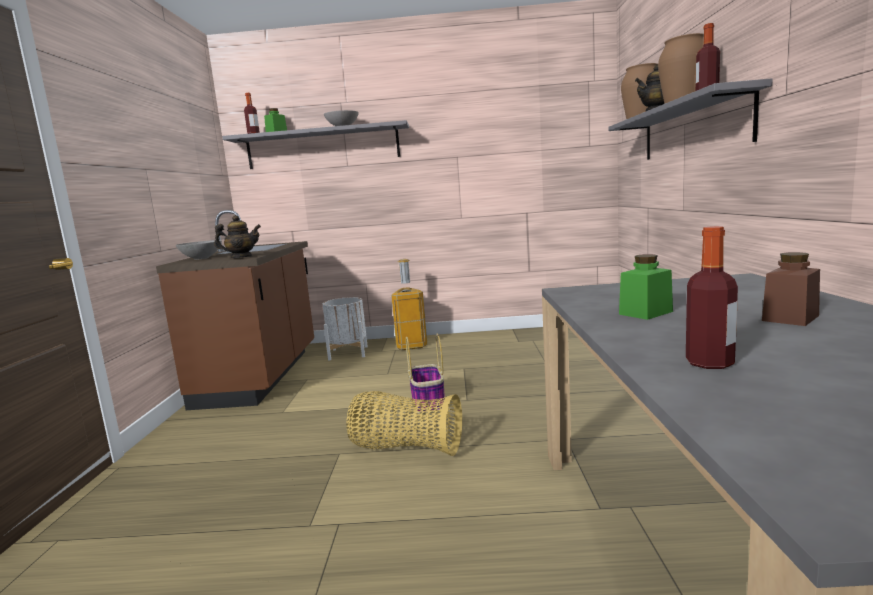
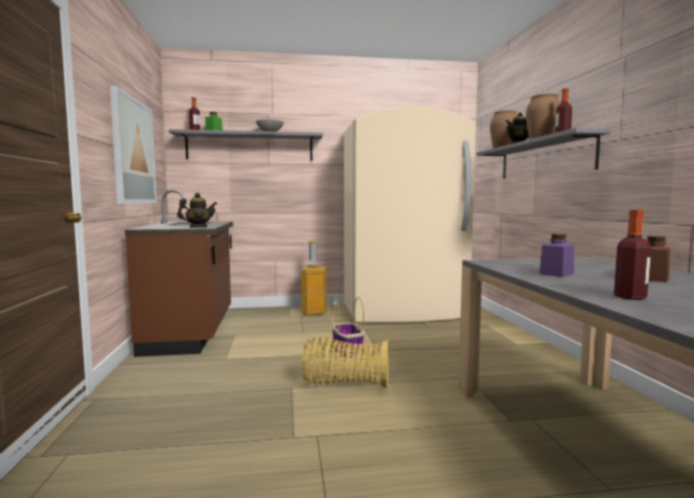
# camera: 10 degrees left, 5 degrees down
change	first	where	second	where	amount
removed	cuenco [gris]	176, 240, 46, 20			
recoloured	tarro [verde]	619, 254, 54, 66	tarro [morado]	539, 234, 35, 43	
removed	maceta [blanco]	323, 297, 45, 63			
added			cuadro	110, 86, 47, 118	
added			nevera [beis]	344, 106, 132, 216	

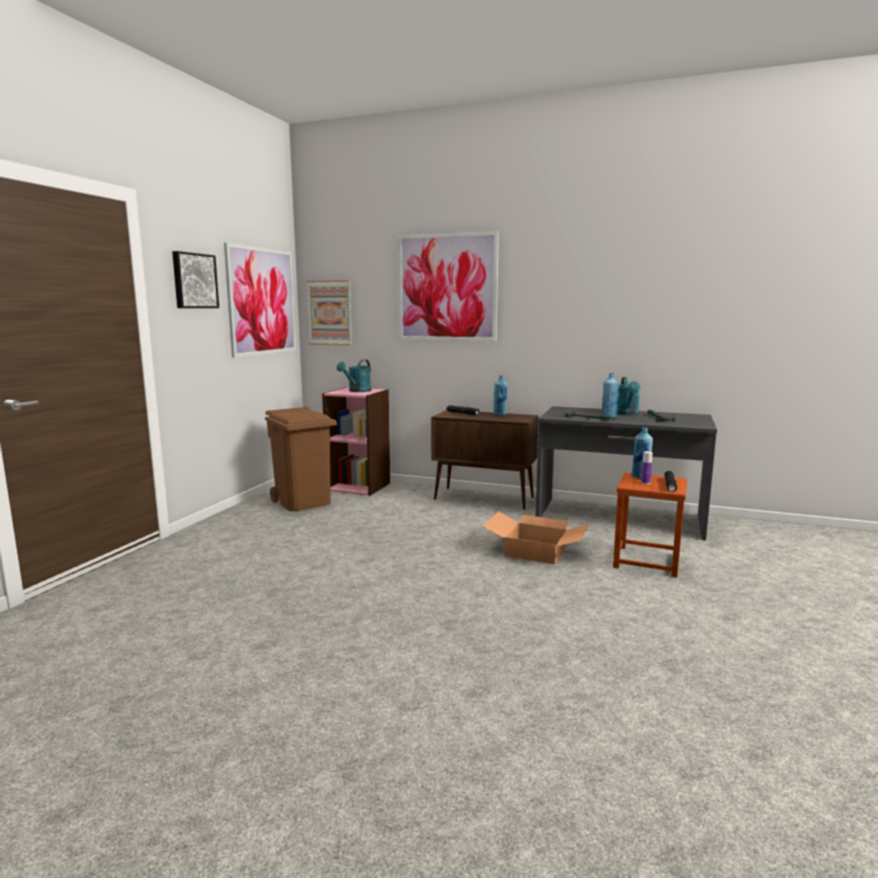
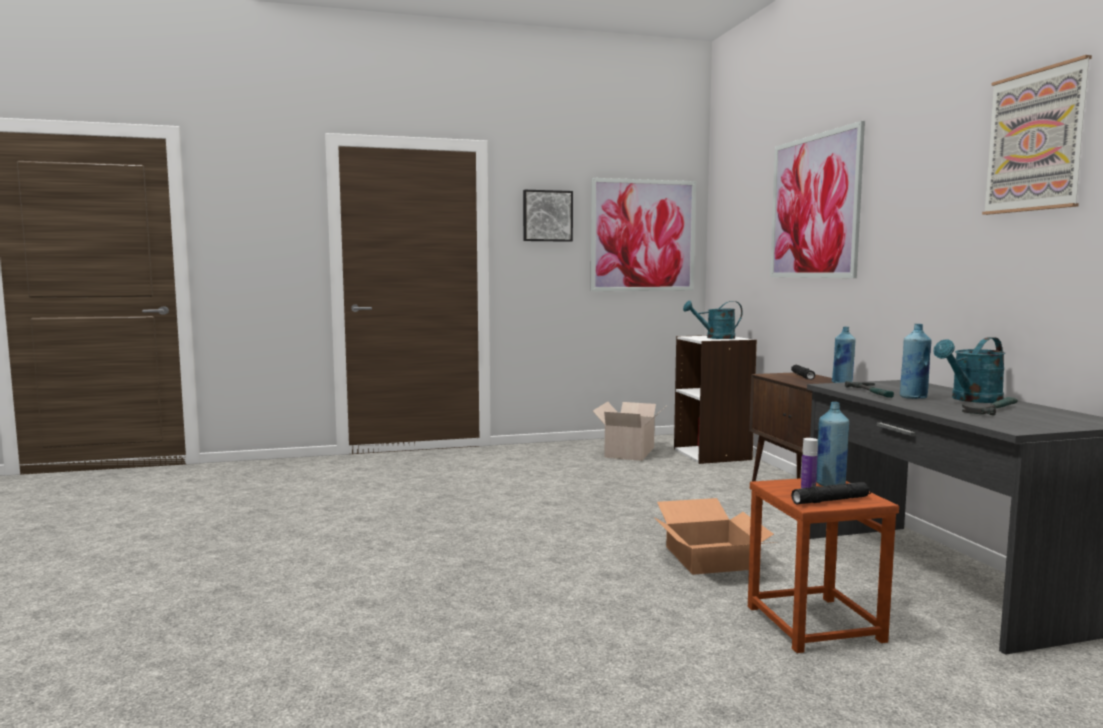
# camera: 55 degrees right, 5 degrees down
change	first	where	second	where	amount
moved	cuadro	307, 280, 46, 65		982, 55, 110, 160	
recoloured	estantería [rosa]	322, 387, 68, 109	estantería [blanco]	674, 335, 83, 129	
replaced	papelera [marrón]	265, 406, 72, 105	caja de cartón	593, 402, 72, 59	

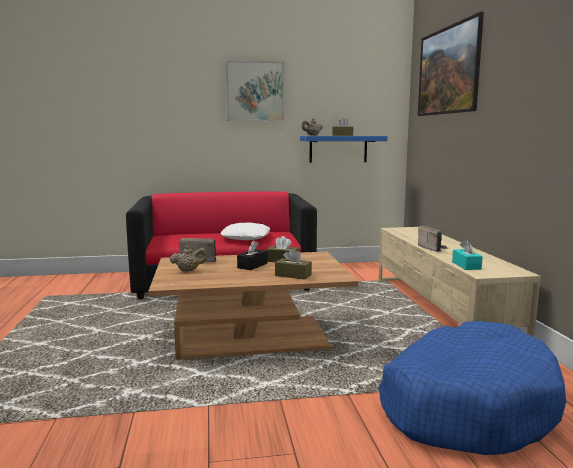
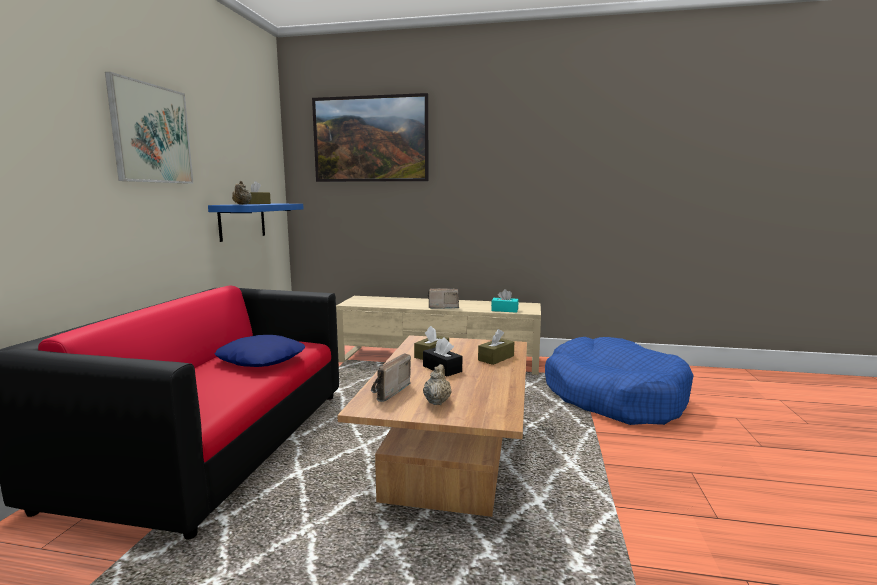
# camera: 70 degrees left, 0 degrees up
change	first	where	second	where	amount
recoloured	cojín [blanco]	220, 223, 50, 17	cojín [azul]	215, 335, 90, 32	

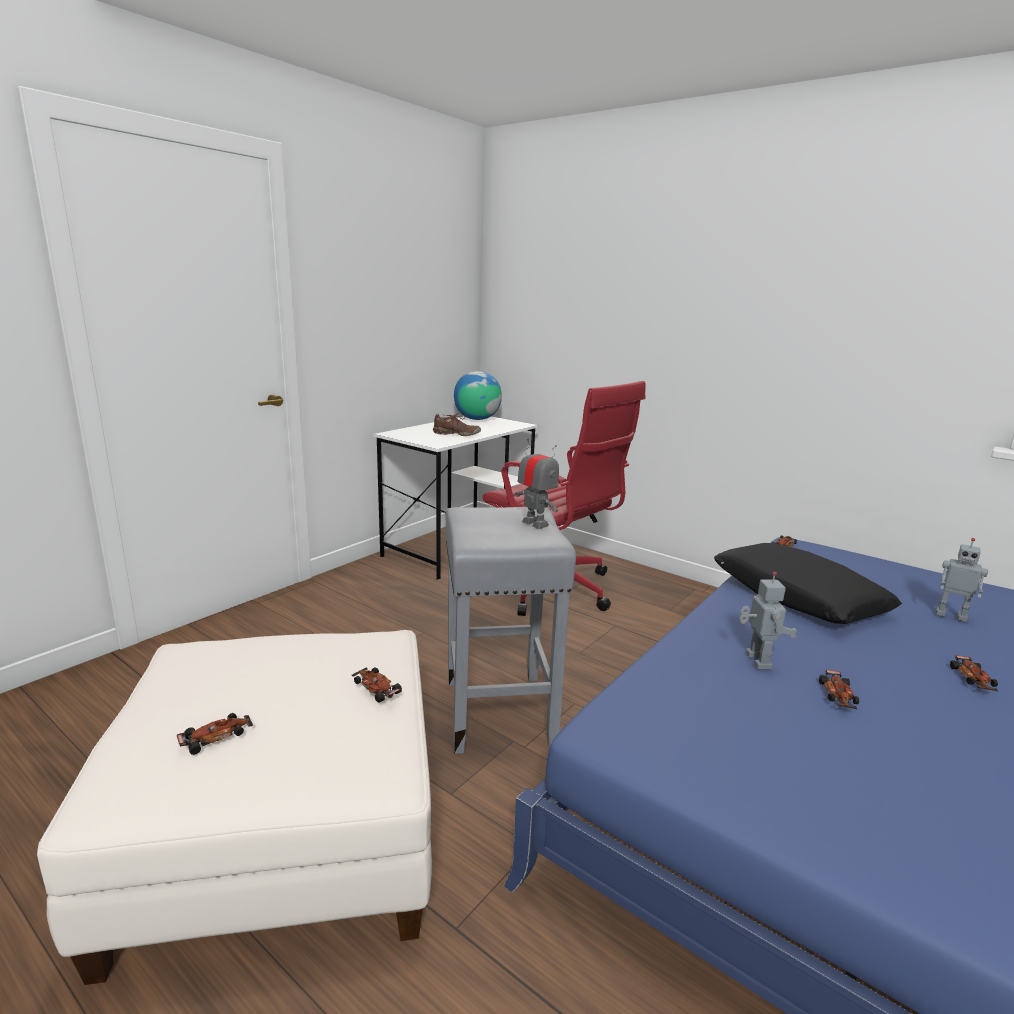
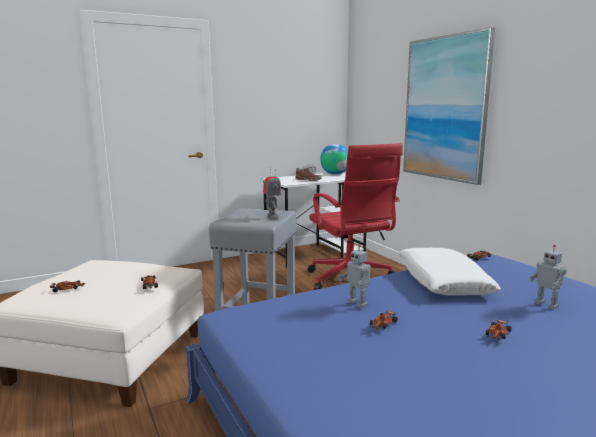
# camera: 25 degrees right, 5 degrees down
change	first	where	second	where	amount
recoloured	cojín [negro]	714, 543, 188, 81	cojín [blanco]	398, 248, 103, 47	
turned	robot de juguete	740, 572, 58, 97		339, 244, 32, 64	120 degrees clockwise
added			cuadro	403, 27, 92, 158	

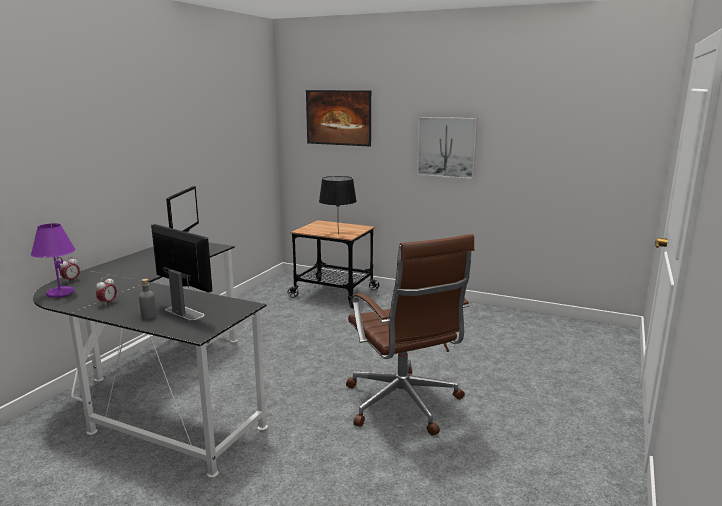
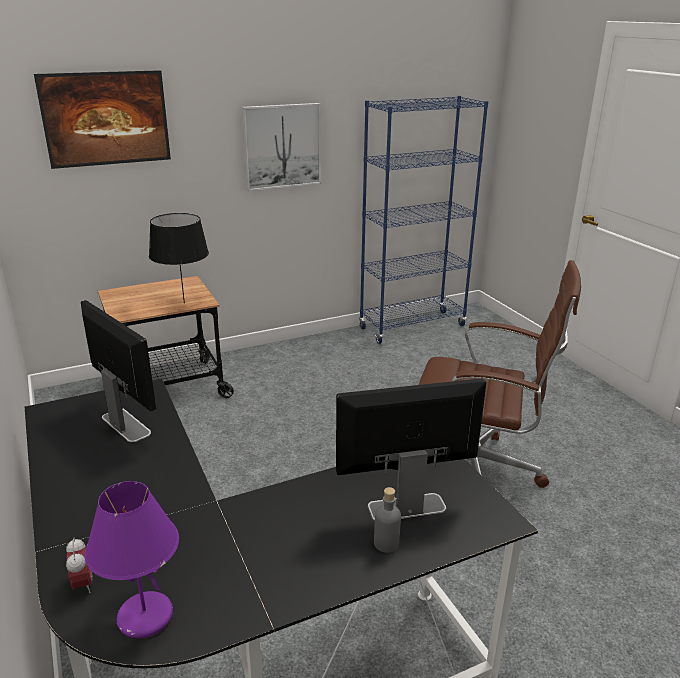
# camera: 50 degrees left, 10 degrees up
change	first	where	second	where	amount
removed	despertador	96, 277, 21, 29			
added			estantería [azul]	359, 96, 129, 248	

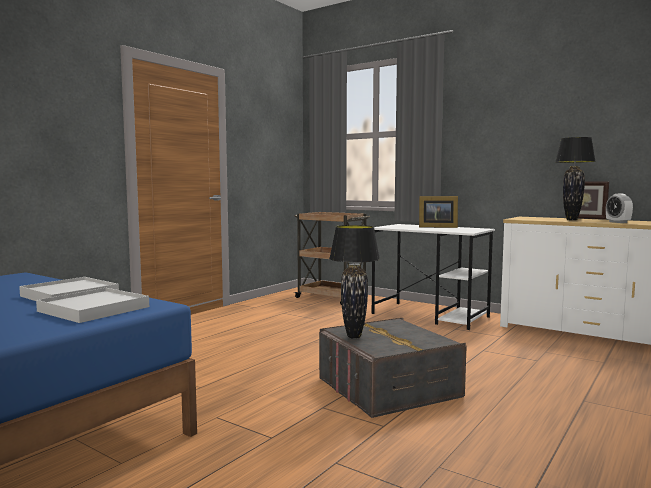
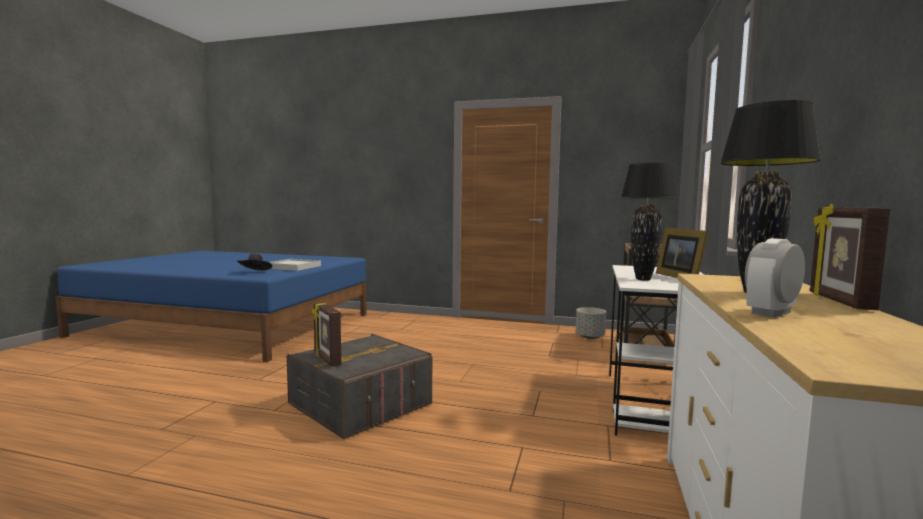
# camera: 70 degrees right, 0 degrees up
change	first	where	second	where	amount
moved	lámpara de mesa [negro]	329, 225, 51, 114		621, 163, 55, 118	
replaced	bandeja [blanco]	36, 288, 113, 35	sombrero [negro]	237, 254, 35, 17	
added			portarretratos	312, 302, 29, 65	
added			maceta [gris]	576, 307, 30, 32	

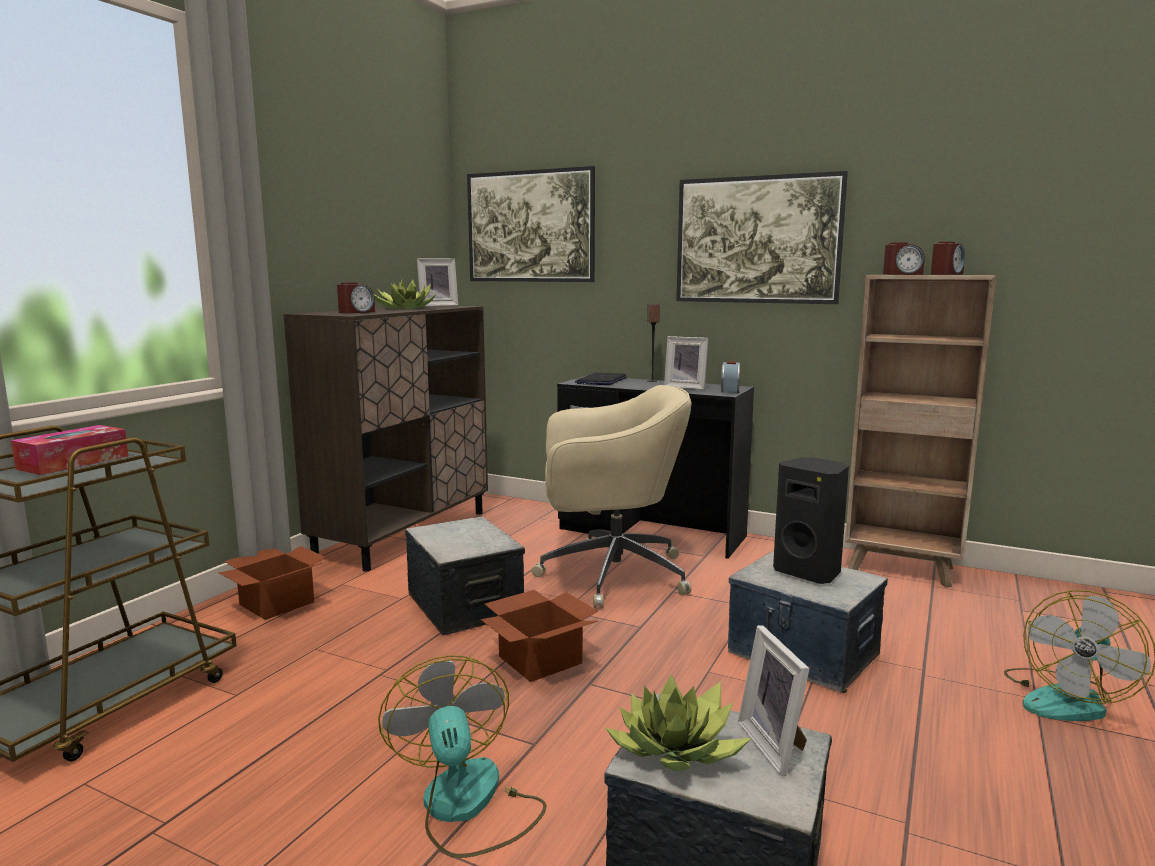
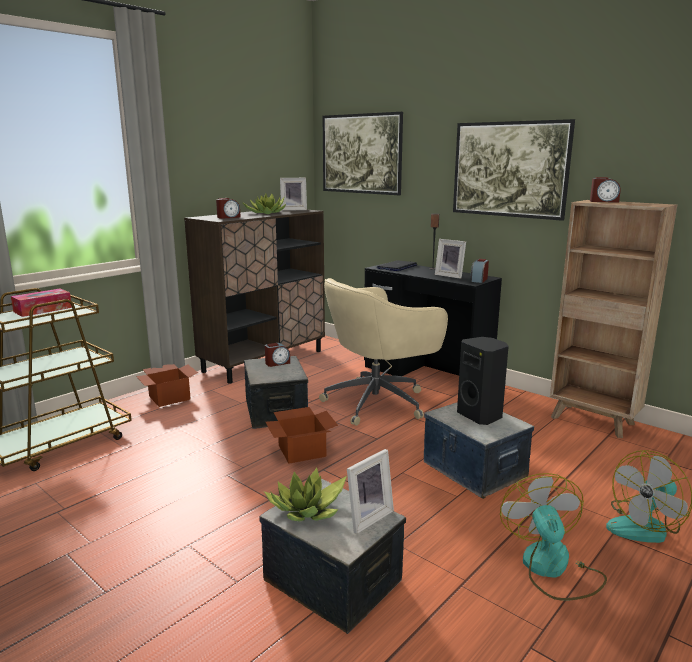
# camera: 15 degrees right, 5 degrees up
change	first	where	second	where	amount
moved	despertador	931, 241, 34, 34		265, 343, 25, 24	
turned	silla de oficina [beis]	531, 385, 161, 223		319, 278, 129, 148	135 degrees clockwise
turned	portarretratos	738, 625, 71, 151		347, 449, 47, 85	135 degrees counterclockwise
moved	ventilador	378, 655, 169, 203		500, 473, 107, 128	

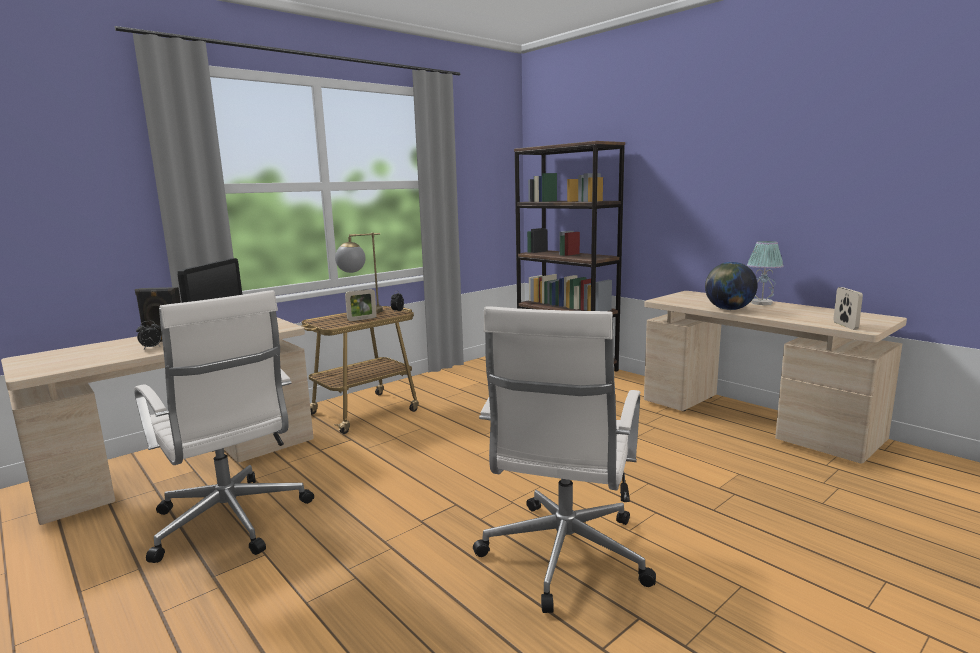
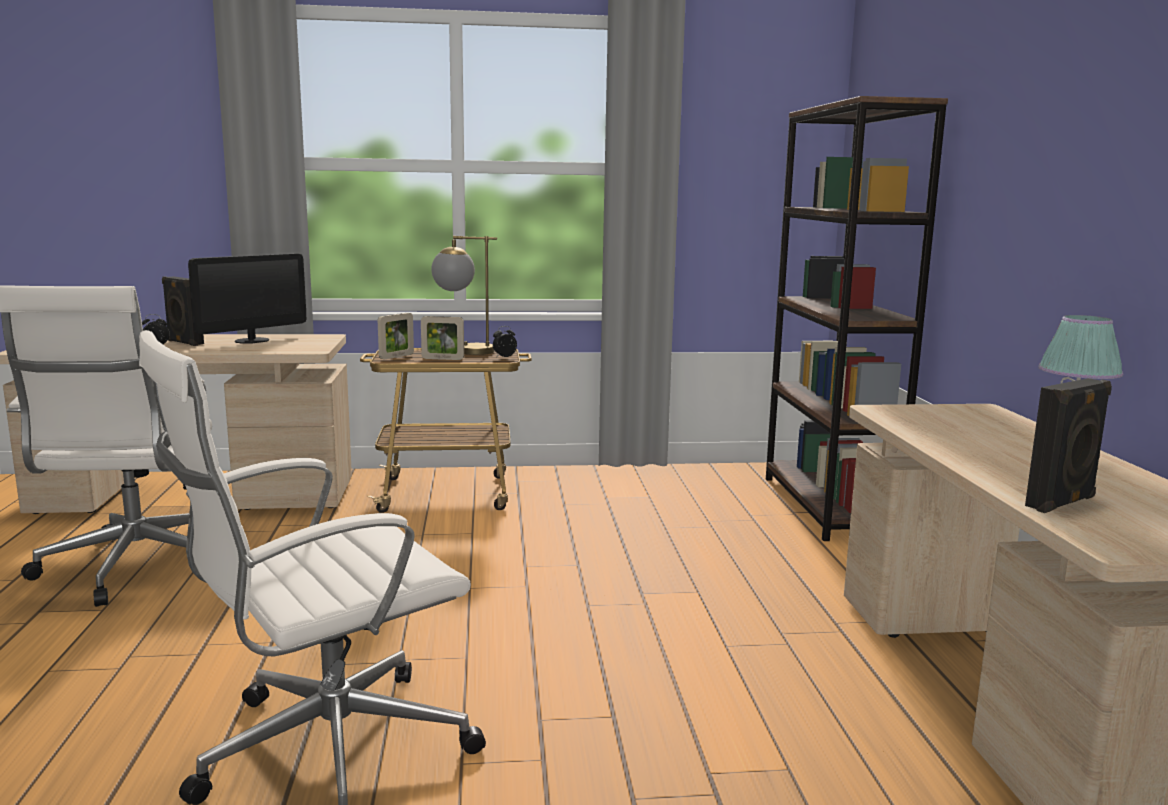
# camera: 35 degrees right, 0 degrees up
change	first	where	second	where	amount
removed	globo terráqueo	705, 262, 53, 48			
moved	portarretratos	833, 287, 30, 43		378, 313, 36, 46	
added			altavoz [negro]	1025, 378, 87, 135	

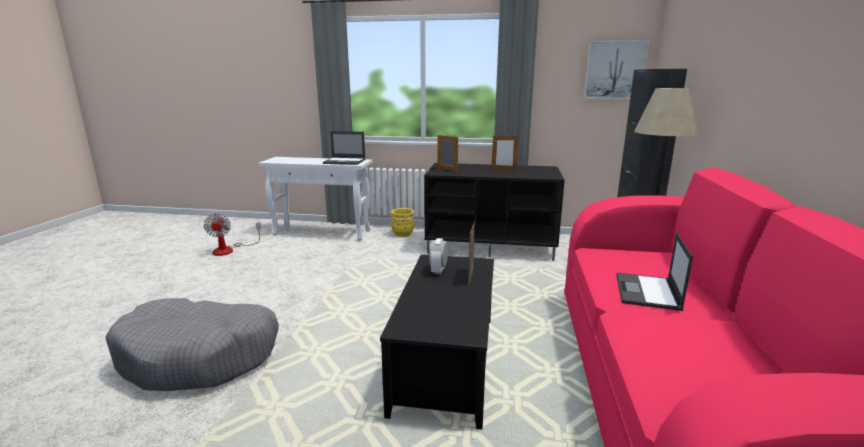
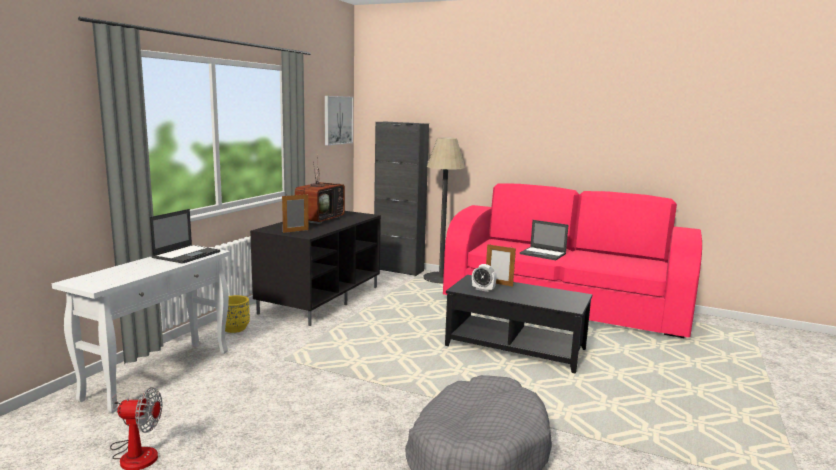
# camera: 75 degrees left, 5 degrees down
change	first	where	second	where	amount
replaced	portarretratos	492, 134, 27, 36	televisor	295, 159, 50, 65	

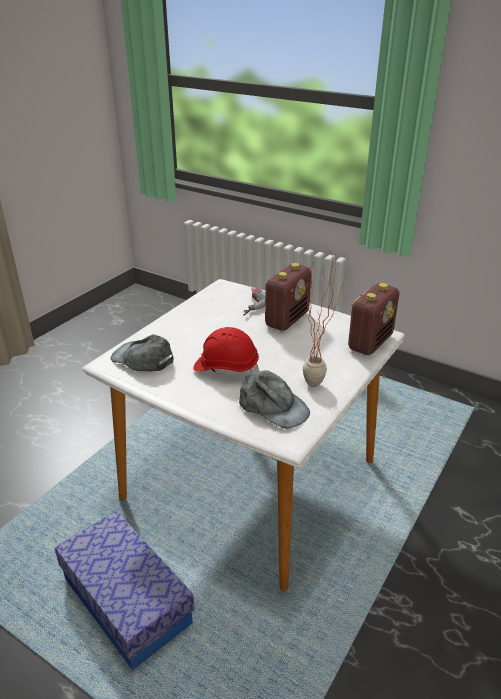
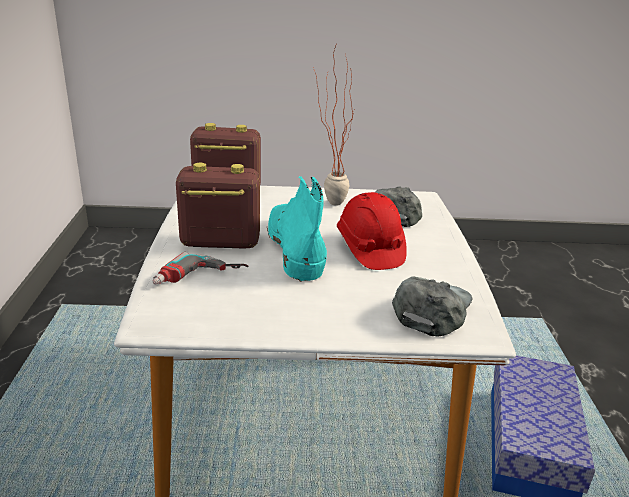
# camera: 125 degrees left, 5 degrees down
change	first	where	second	where	amount
turned	gorra [gris]	110, 334, 63, 38		392, 276, 81, 61	150 degrees counterclockwise
added			bota [turquesa]	267, 176, 60, 106	

